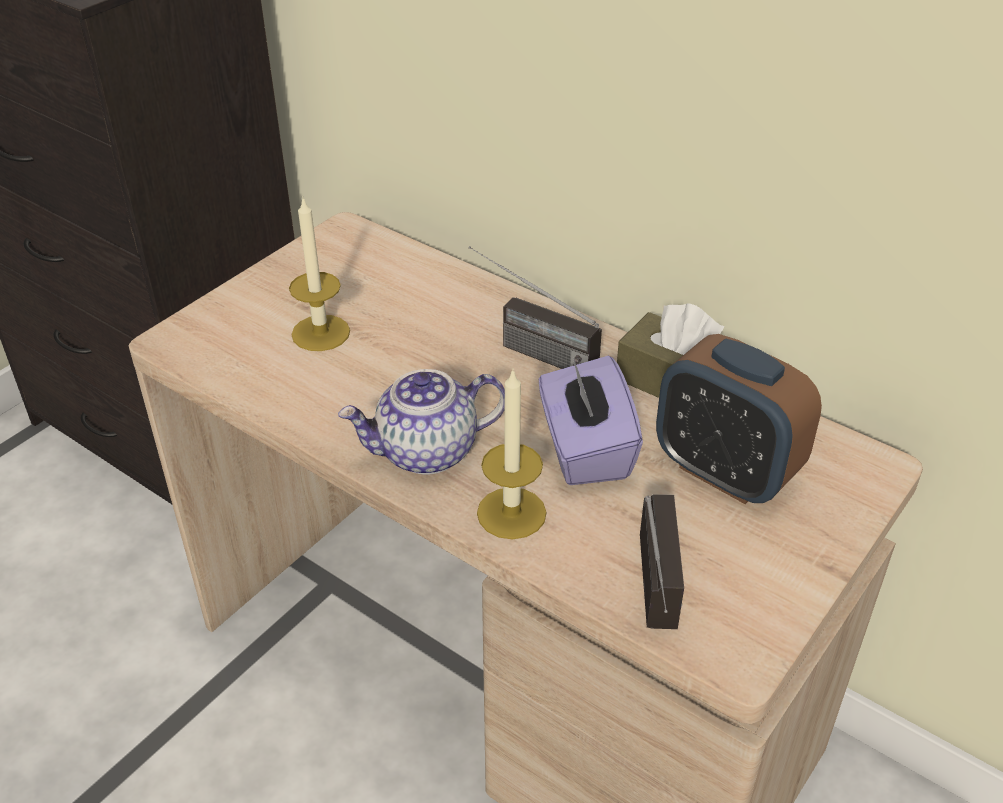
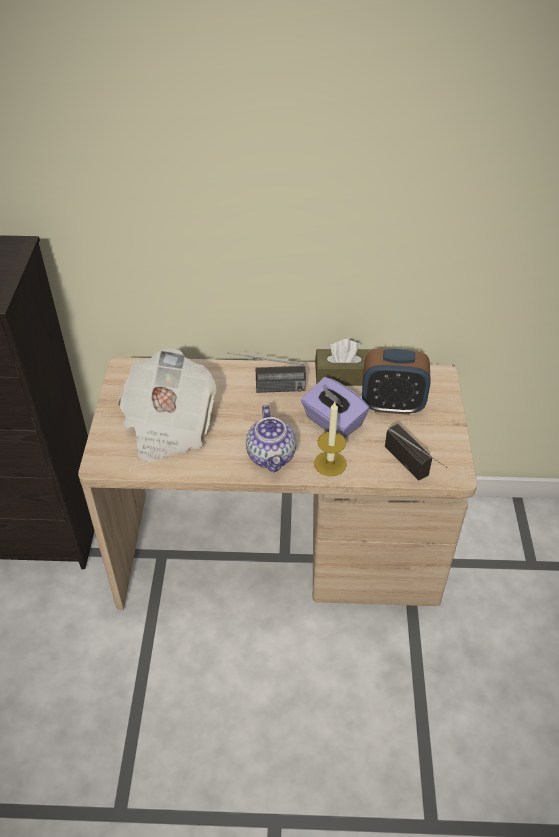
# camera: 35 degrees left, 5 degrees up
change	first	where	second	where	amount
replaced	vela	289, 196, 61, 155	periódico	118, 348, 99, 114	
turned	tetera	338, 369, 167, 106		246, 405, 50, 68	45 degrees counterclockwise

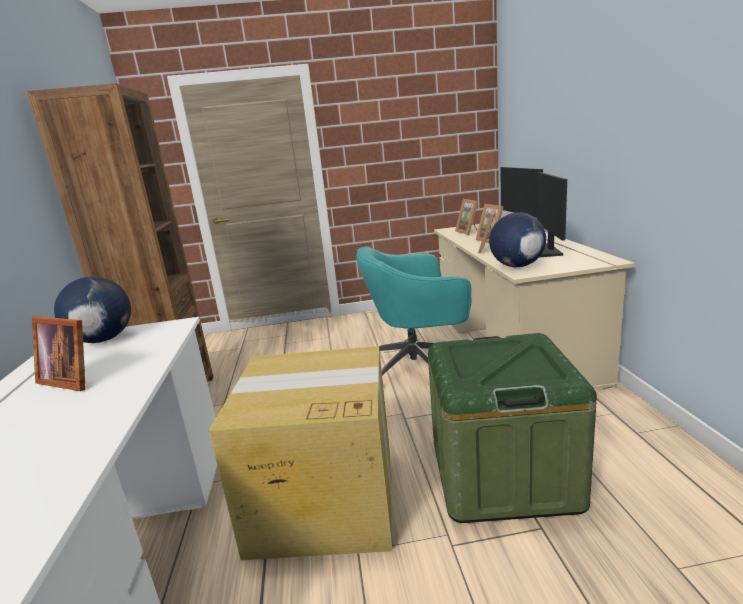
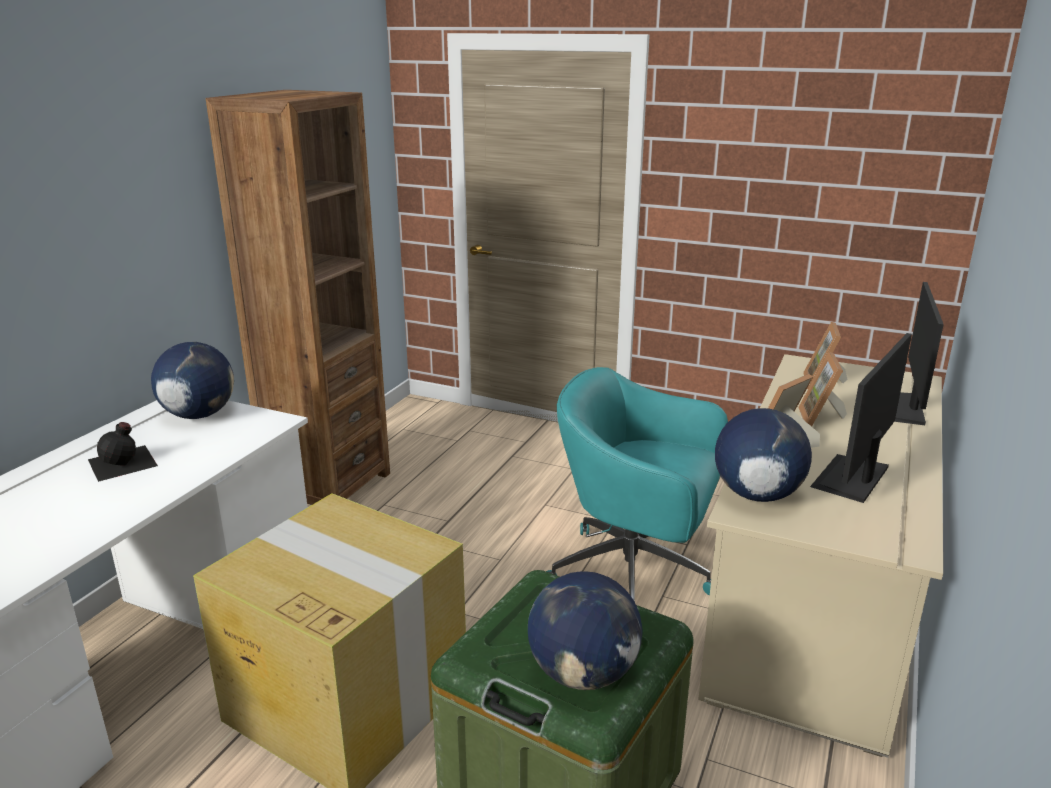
# camera: 30 degrees right, 5 degrees up
change	first	where	second	where	amount
replaced	portarretratos	32, 316, 54, 75	botella [negro]	88, 422, 70, 60	
added			globo terráqueo	528, 571, 114, 119	

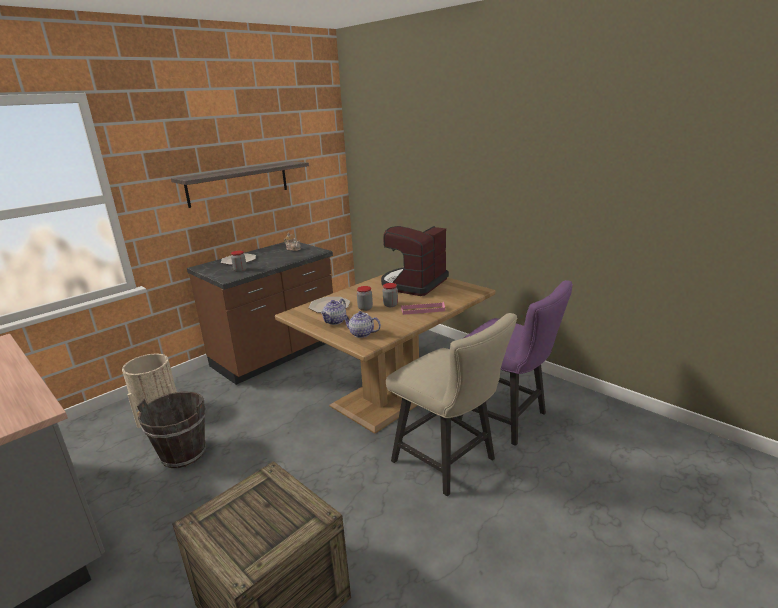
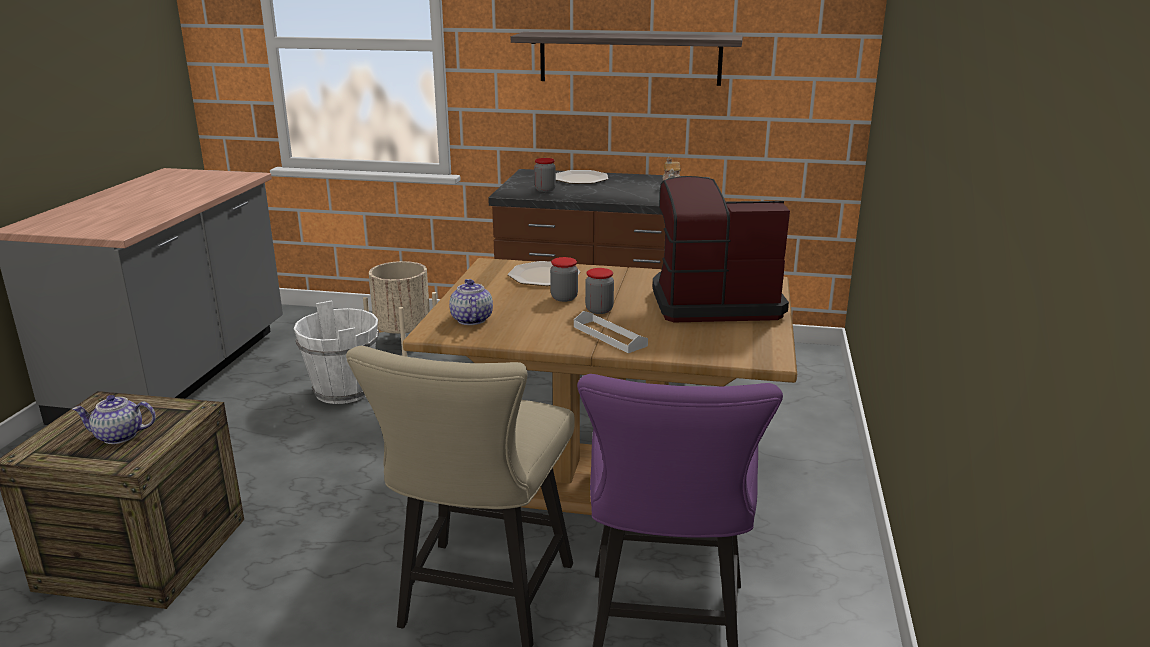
# camera: 55 degrees right, 0 degrees up
change	first	where	second	where	amount
moved	tetera	321, 299, 25, 26		72, 395, 84, 49	
recoloured	bandeja [rosa]	401, 302, 44, 13	bandeja [blanco]	574, 311, 74, 42	
recoloured	cubo [marrón]	137, 392, 69, 76	cubo [blanco]	294, 301, 85, 103	

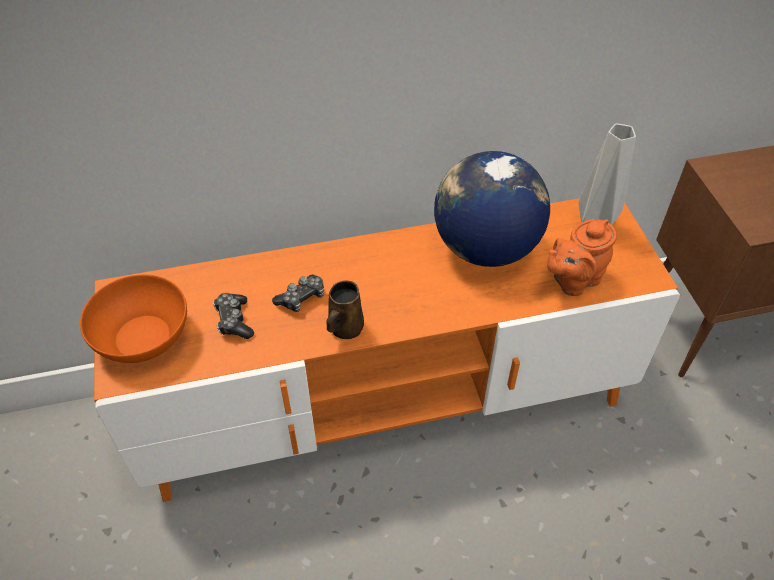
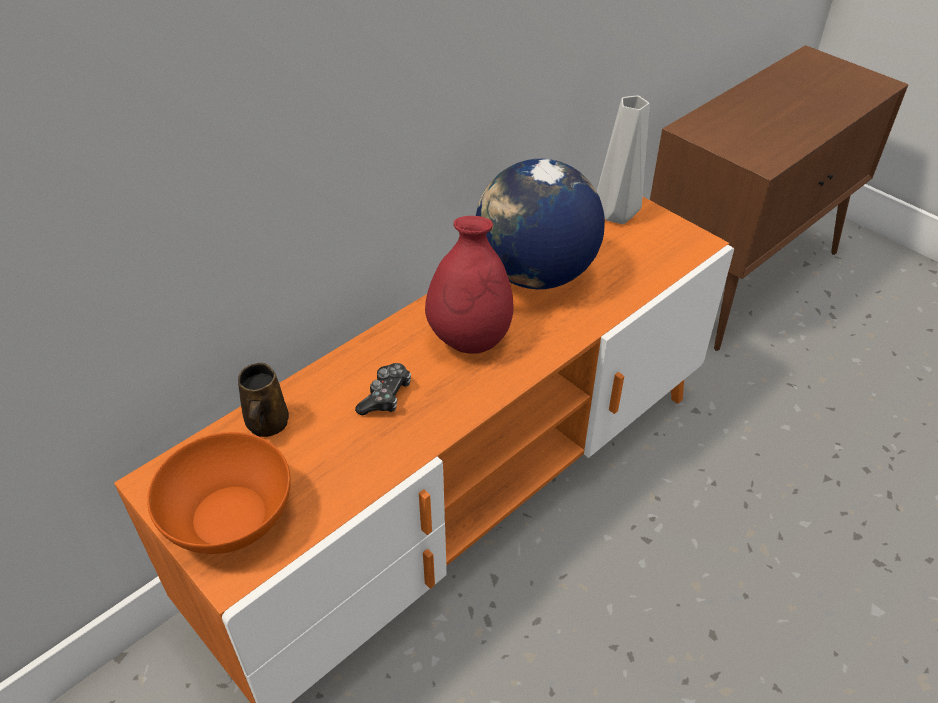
# camera: 30 degrees left, 5 degrees down
change	first	where	second	where	amount
removed	tetera [naranja]	547, 219, 70, 77			
moved	taza grande [marrón]	326, 281, 38, 58		238, 363, 51, 74	
removed	mando de consola	213, 293, 41, 46			
added			florero [rojo]	425, 216, 89, 138	

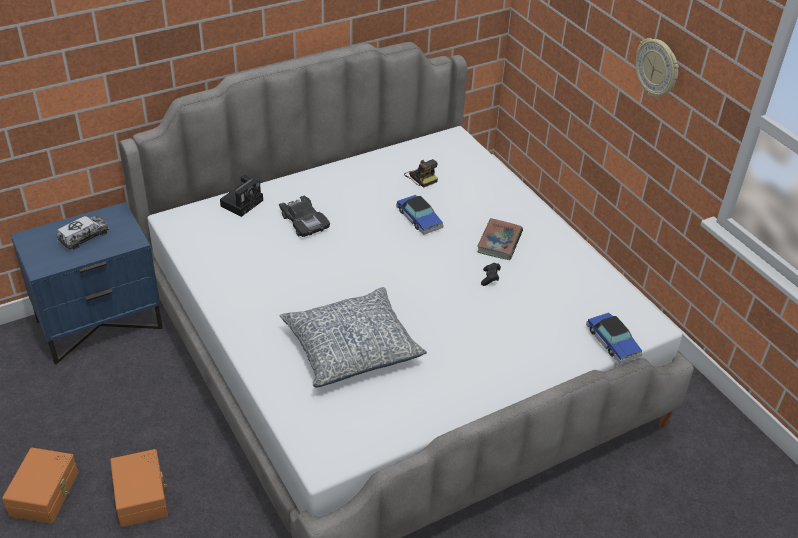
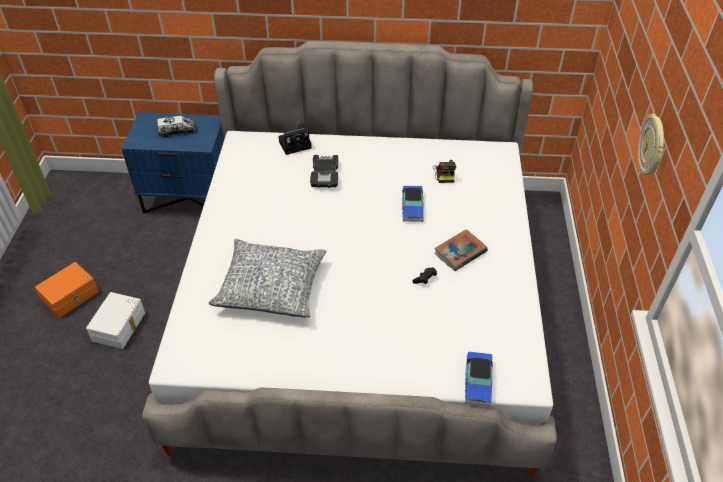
# camera: 35 degrees right, 5 degrees up
change	first	where	second	where	amount
recoloured	caja de almacenaje [naranja]	110, 449, 58, 78	caja de almacenaje [blanco]	86, 292, 59, 57	

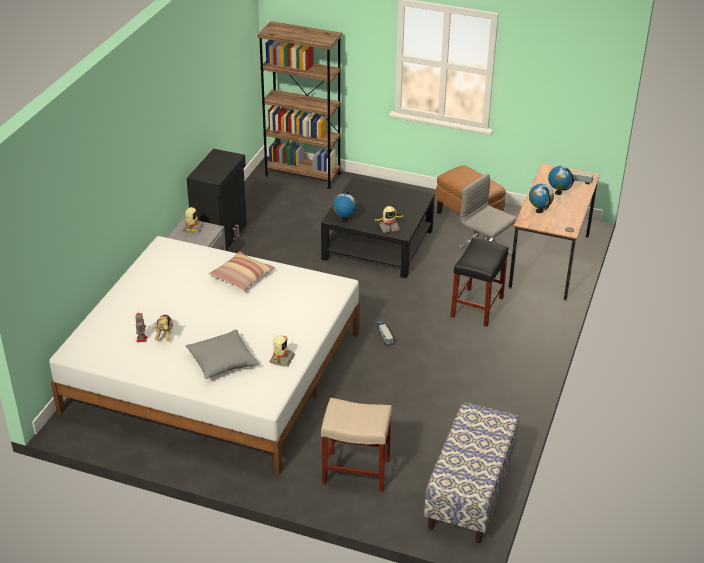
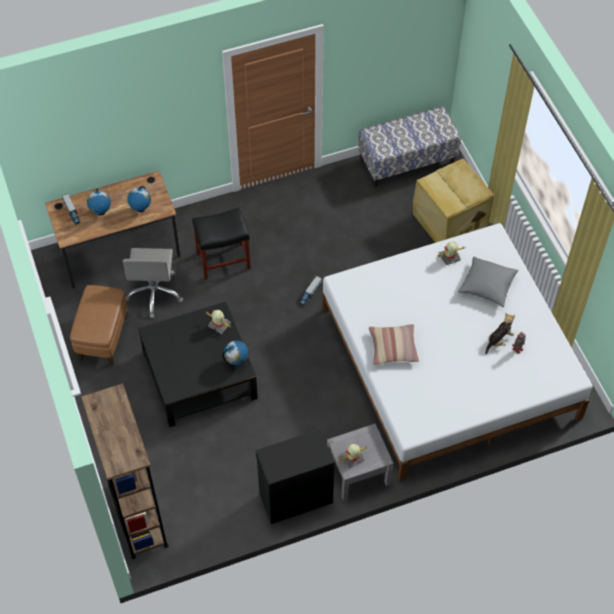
# camera: 130 degrees left, 20 degrees up
change	first	where	second	where	amount
replaced	taburete [beis]	321, 398, 71, 94	caja de almacenaje [beis]	413, 159, 81, 84	

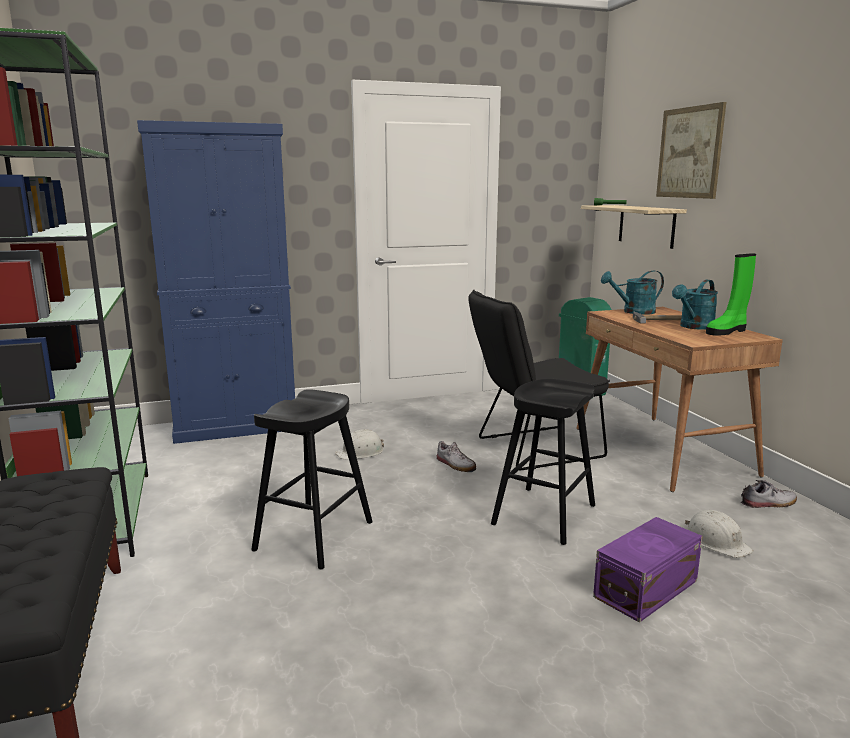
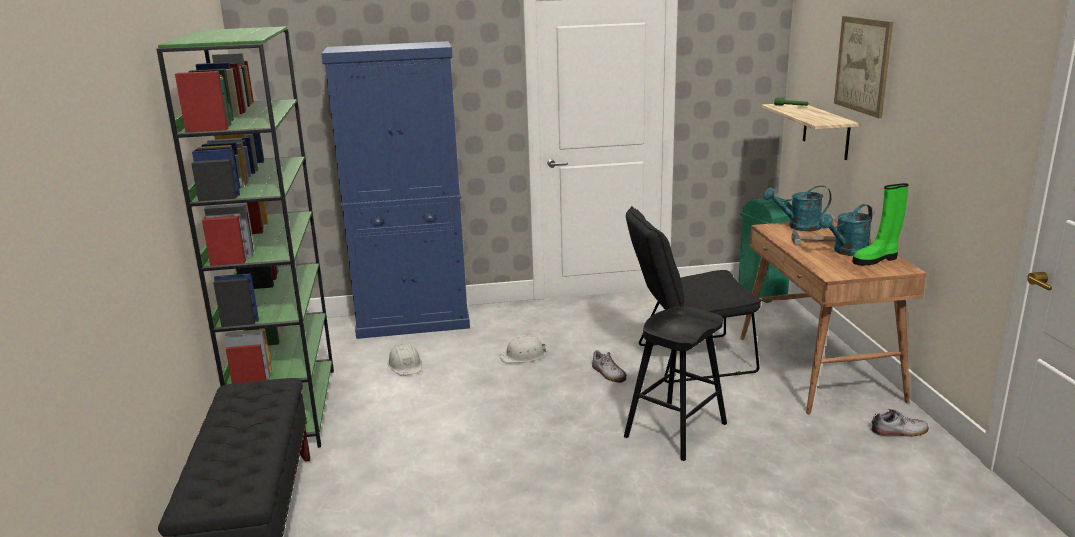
# camera: 10 degrees right, 5 degrees up
change	first	where	second	where	amount
removed	taburete [negro]	251, 389, 122, 180			
moved	casco [blanco]	685, 510, 68, 48		388, 343, 34, 33	
removed	caja de almacenaje [morado]	593, 517, 110, 106			

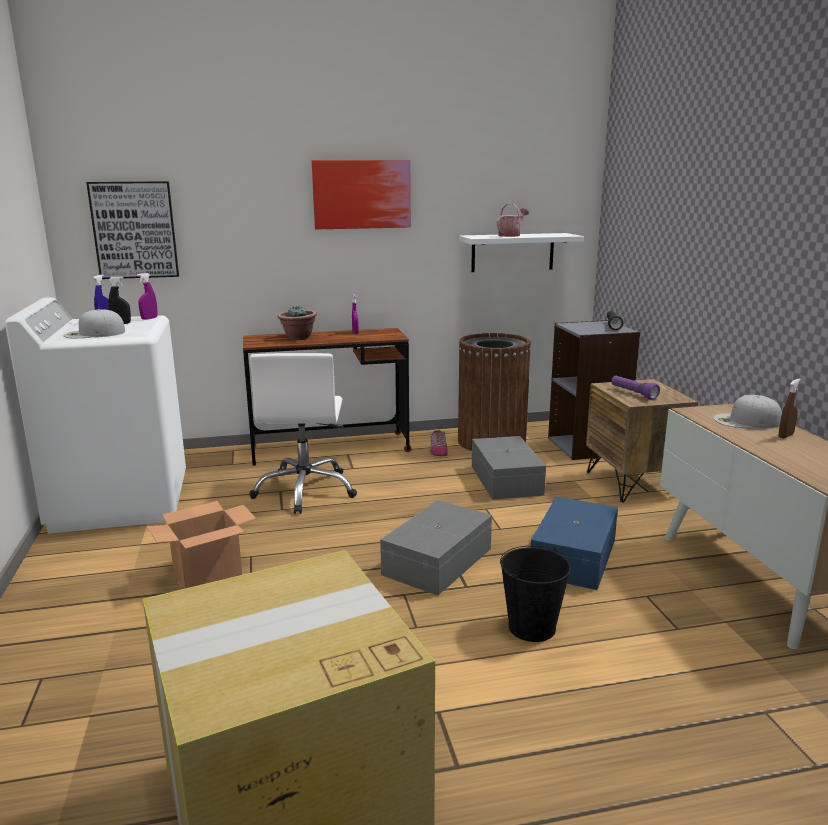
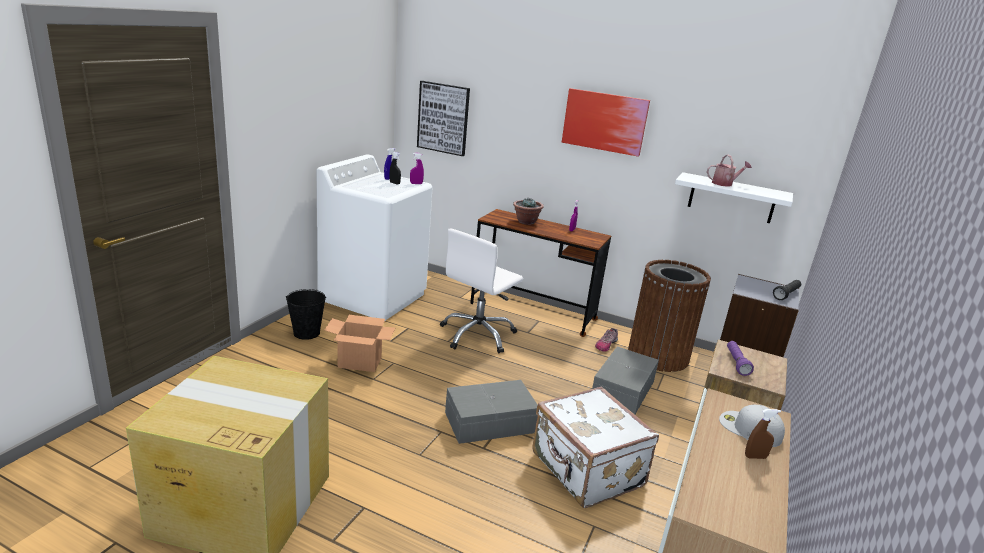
# camera: 35 degrees right, 5 degrees up
change	first	where	second	where	amount
removed	gorra [blanco]	64, 309, 61, 29			
replaced	caja de almacenaje [azul]	531, 497, 87, 93	maleta [blanco]	532, 386, 127, 122	
moved	cubo [negro]	500, 546, 71, 96		286, 289, 40, 51	

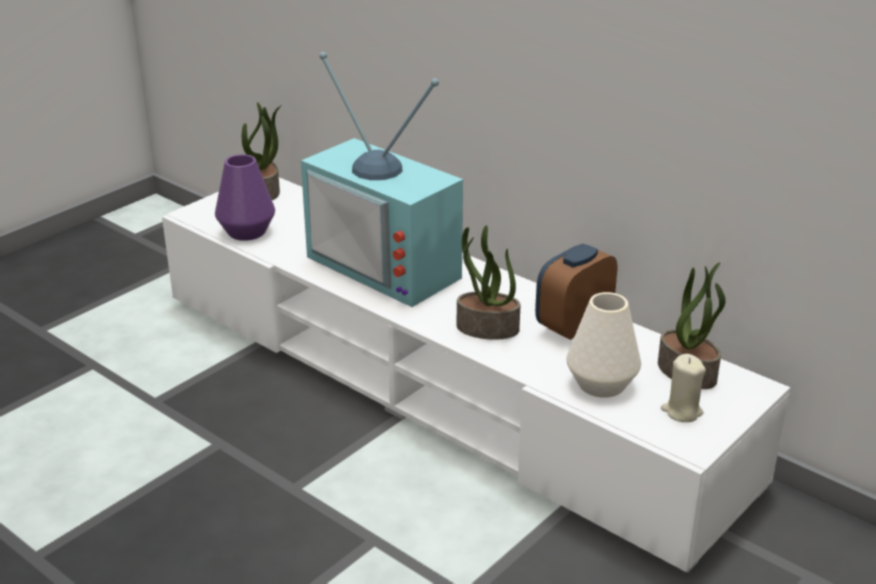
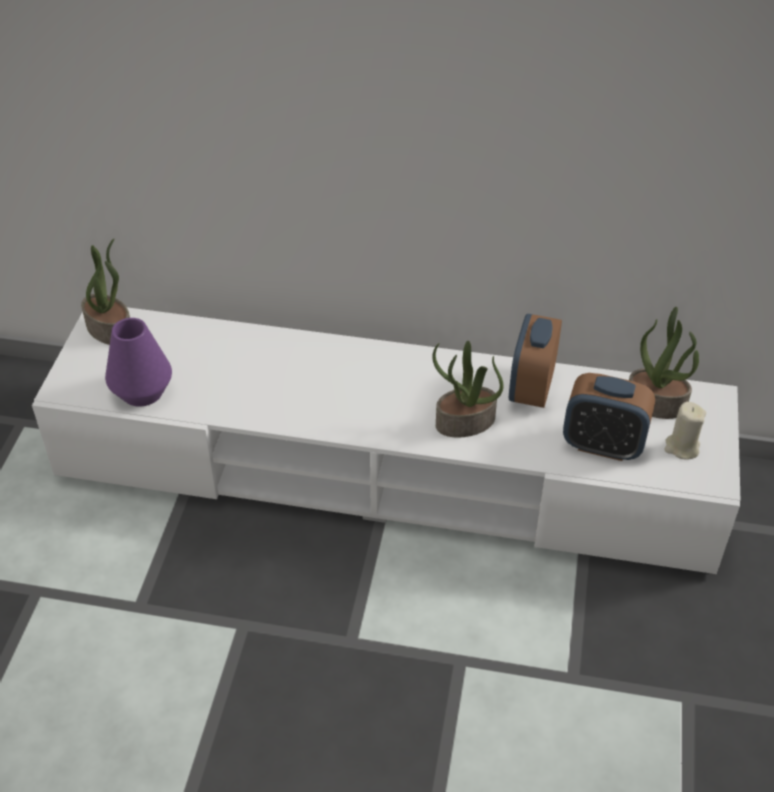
# camera: 30 degrees left, 15 degrees up
change	first	where	second	where	amount
removed	televisor	301, 52, 162, 255			
replaced	florero [blanco]	566, 292, 75, 106	despertador	563, 373, 92, 88	

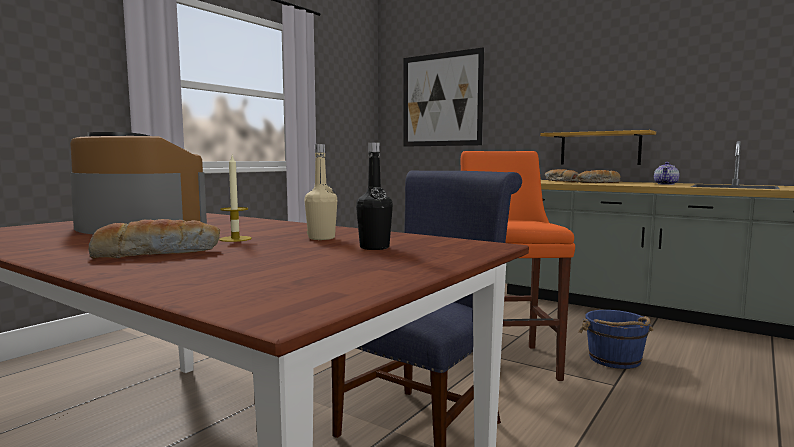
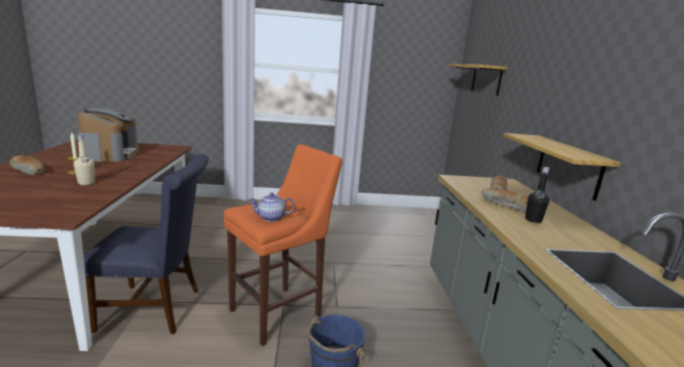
# camera: 50 degrees right, 10 degrees up
change	first	where	second	where	amount
replaced	cuadro	403, 47, 81, 100	estante	448, 64, 60, 32	
moved	botella [negro]	356, 142, 37, 108		525, 167, 25, 56	
moved	tetera	654, 162, 26, 23		249, 193, 46, 29	

